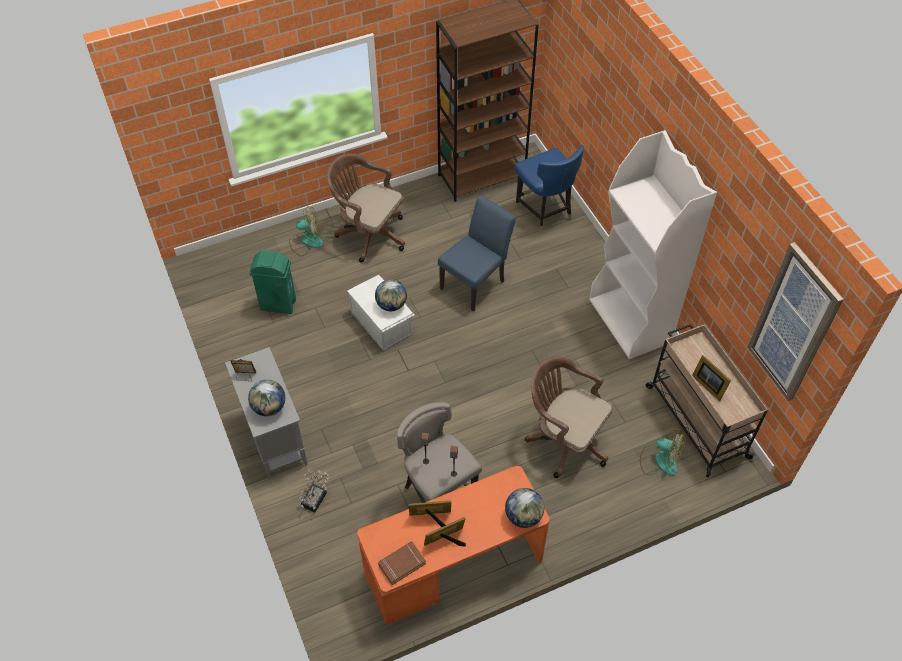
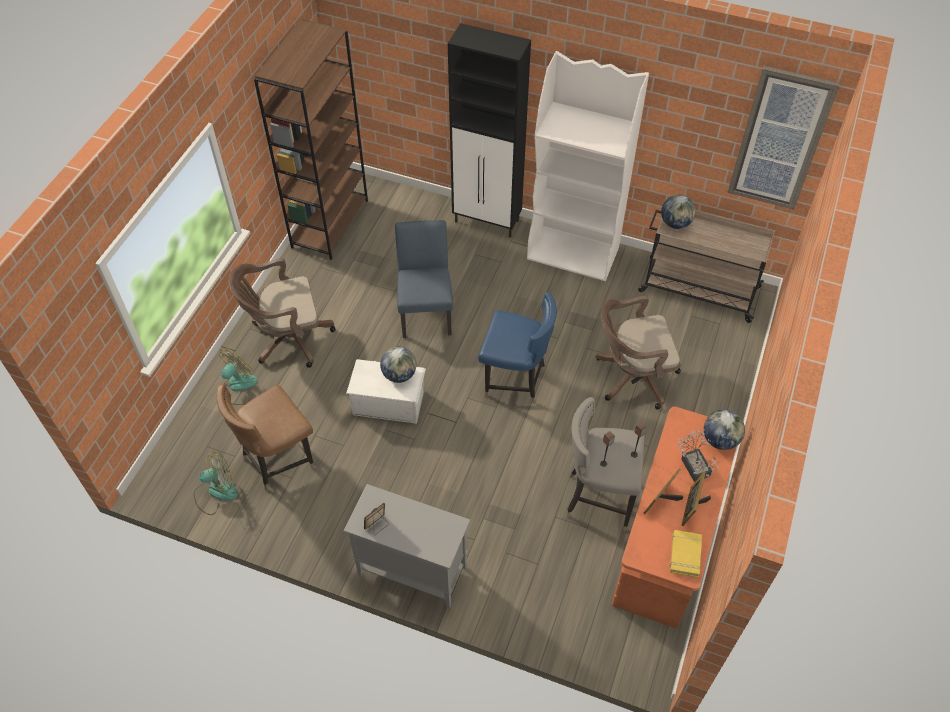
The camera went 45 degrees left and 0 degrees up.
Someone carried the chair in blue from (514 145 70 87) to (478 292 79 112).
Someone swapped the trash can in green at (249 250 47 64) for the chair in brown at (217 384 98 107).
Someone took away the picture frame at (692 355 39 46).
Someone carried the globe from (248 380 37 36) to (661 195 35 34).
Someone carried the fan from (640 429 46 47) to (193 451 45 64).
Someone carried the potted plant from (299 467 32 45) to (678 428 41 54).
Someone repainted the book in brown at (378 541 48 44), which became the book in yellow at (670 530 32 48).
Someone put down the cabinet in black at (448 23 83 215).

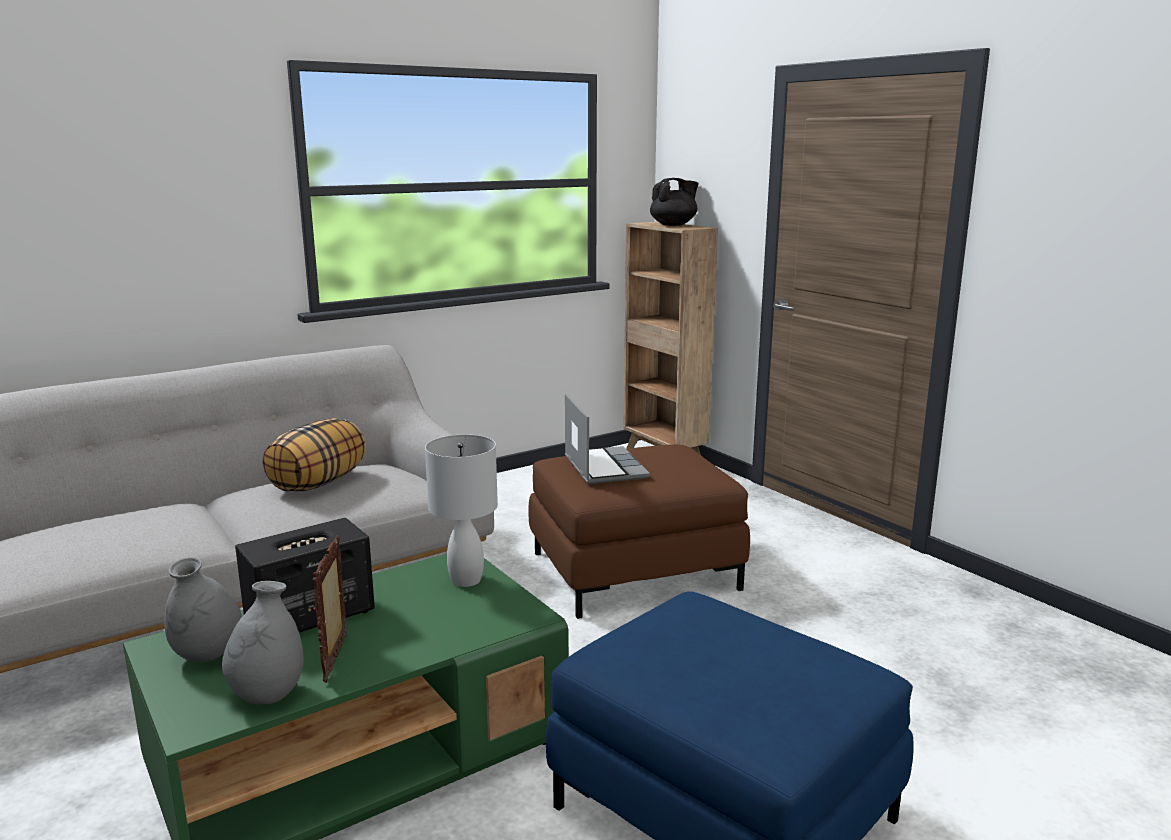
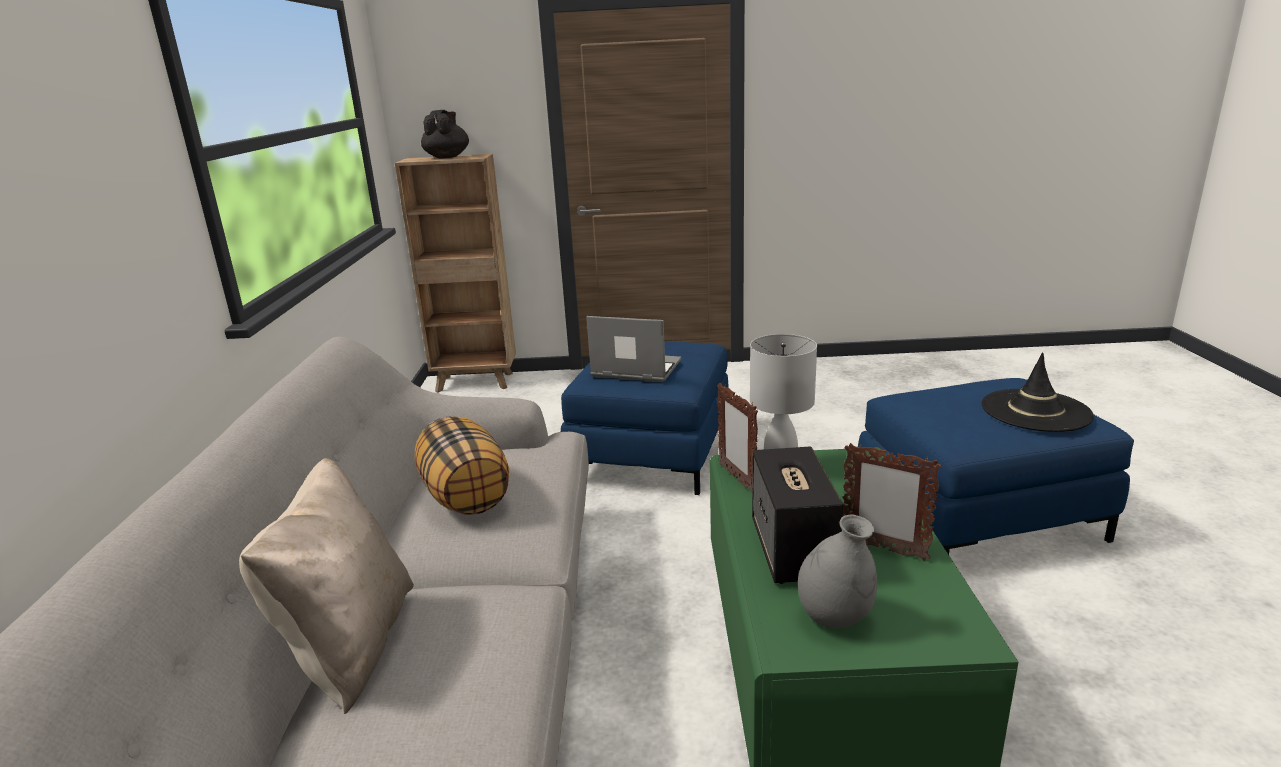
The camera went 55 degrees left and 5 degrees up.
Someone repainted the ottoman in brown at (528 444 222 175), which became the ottoman in blue at (561 341 168 154).
Someone took away the vase in grey at (222 581 82 124).
Someone put down the hat in black at (982 352 112 80).
Someone put down the picture frame at (717 382 41 110).
Someone put down the pillow in beige at (239 458 175 256).

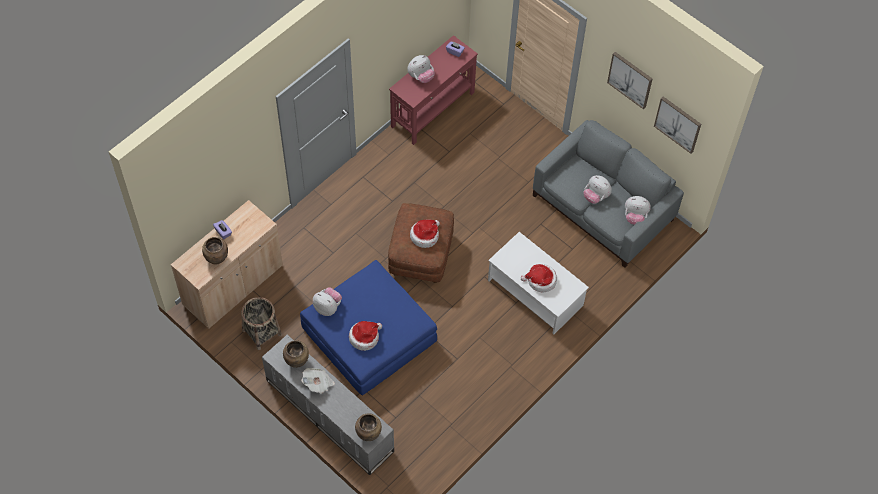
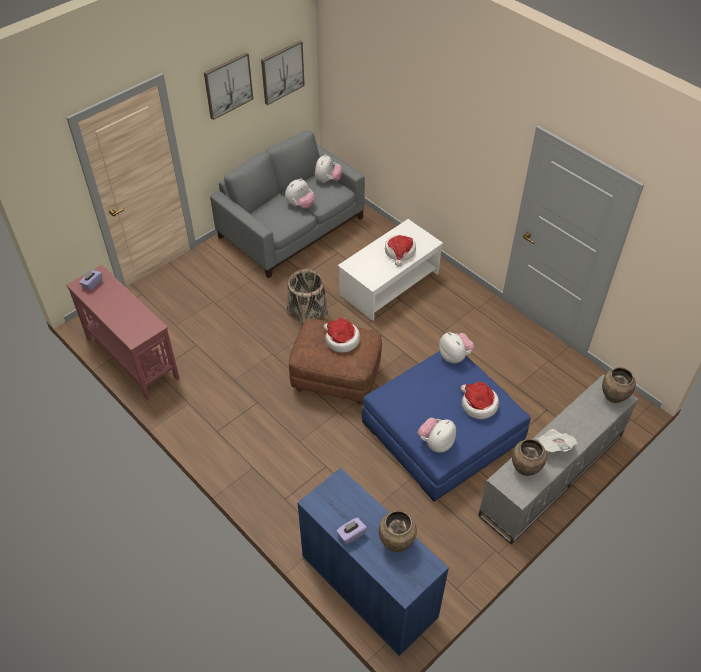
The camera went 85 degrees left and 10 degrees down.
Someone carried the plush toy from (408 55 27 28) to (439 332 36 31).
Someone repainted the cabinet in beige at (171 200 112 128), which became the cabinet in blue at (297 468 152 188).
Someone carried the basket from (241 297 41 53) to (287 269 42 58).

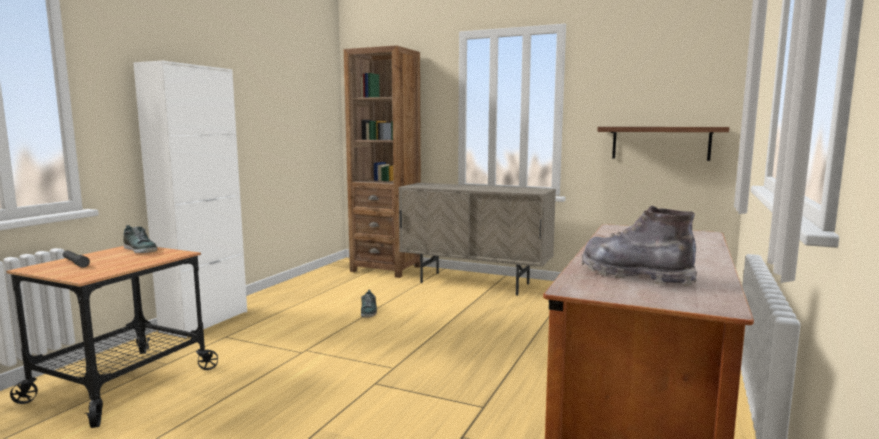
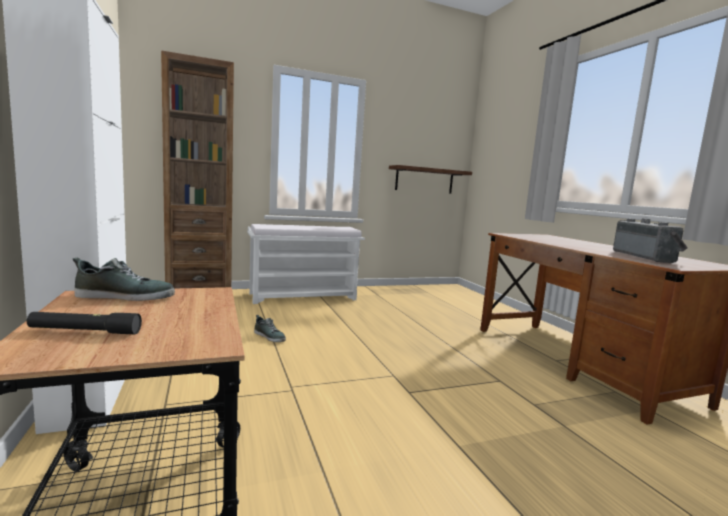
The camera went 45 degrees left and 0 degrees up.
Someone swapped the cabinet in beige at (398 183 158 113) for the bench in white at (247 224 118 80).
Someone swapped the boot in grey at (582 206 115 80) for the radio at (613 218 75 45).

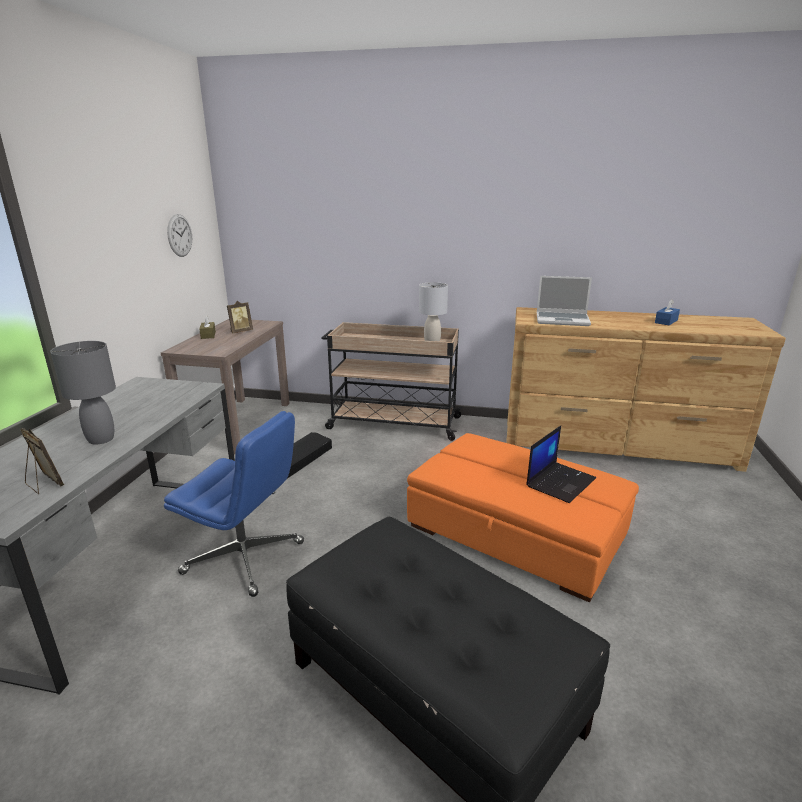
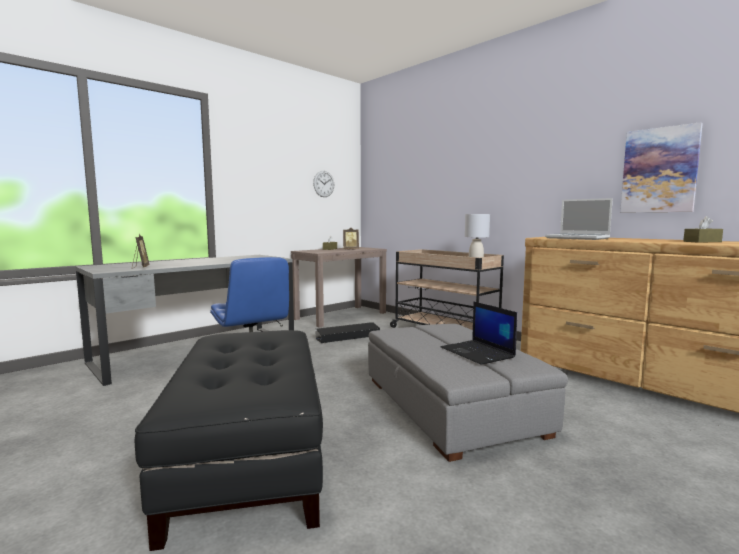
The camera went 35 degrees right and 15 degrees down.
Someone repainted the tissue box in blue at (655 300 25 25), which became the tissue box in brown at (683 216 40 27).
Someone took away the table lamp in grey at (50 341 66 104).
Someone rotated the laptop at (526 426 70 77) by 75 degrees clockwise.
Someone repainted the ottoman in orange at (407 433 232 169), which became the ottoman in grey at (368 324 200 138).
Someone put up the picture at (620 122 83 90).

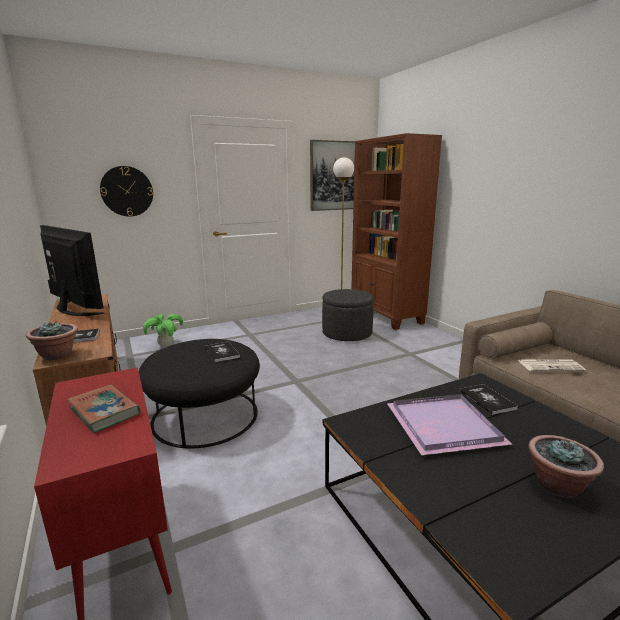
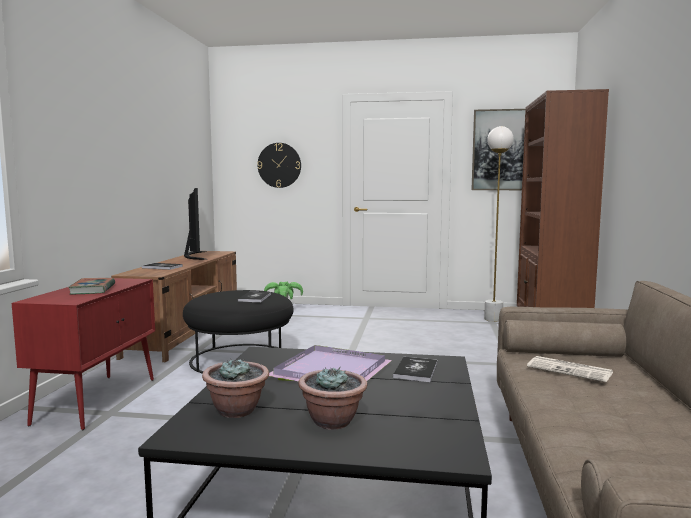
The camera went 35 degrees right and 10 degrees down.
Someone took away the ottoman in grey at (322 289 52 52).
Someone carried the potted plant from (26 321 52 40) to (202 358 67 60).

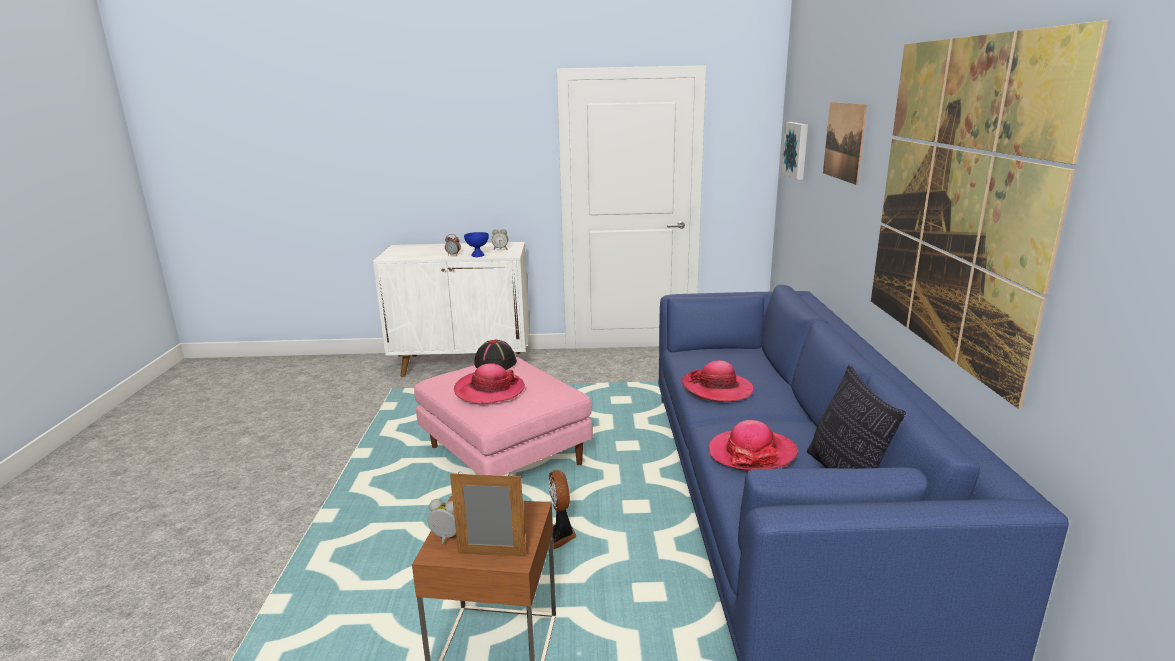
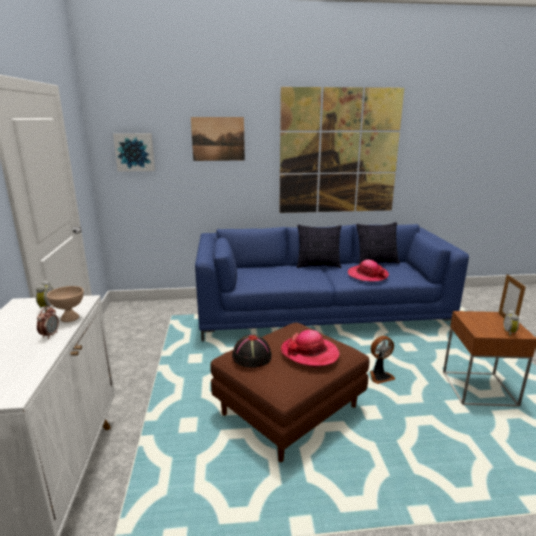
The camera went 95 degrees left and 0 degrees up.
Someone repainted the bowl in blue at (464 232 25 25), which became the bowl in beige at (47 286 37 36).
Someone repainted the ottoman in pink at (414 357 179 119), which became the ottoman in brown at (210 323 159 139).
Someone took away the hat at (682 360 72 42).
Someone put down the pillow at (297 224 44 44).

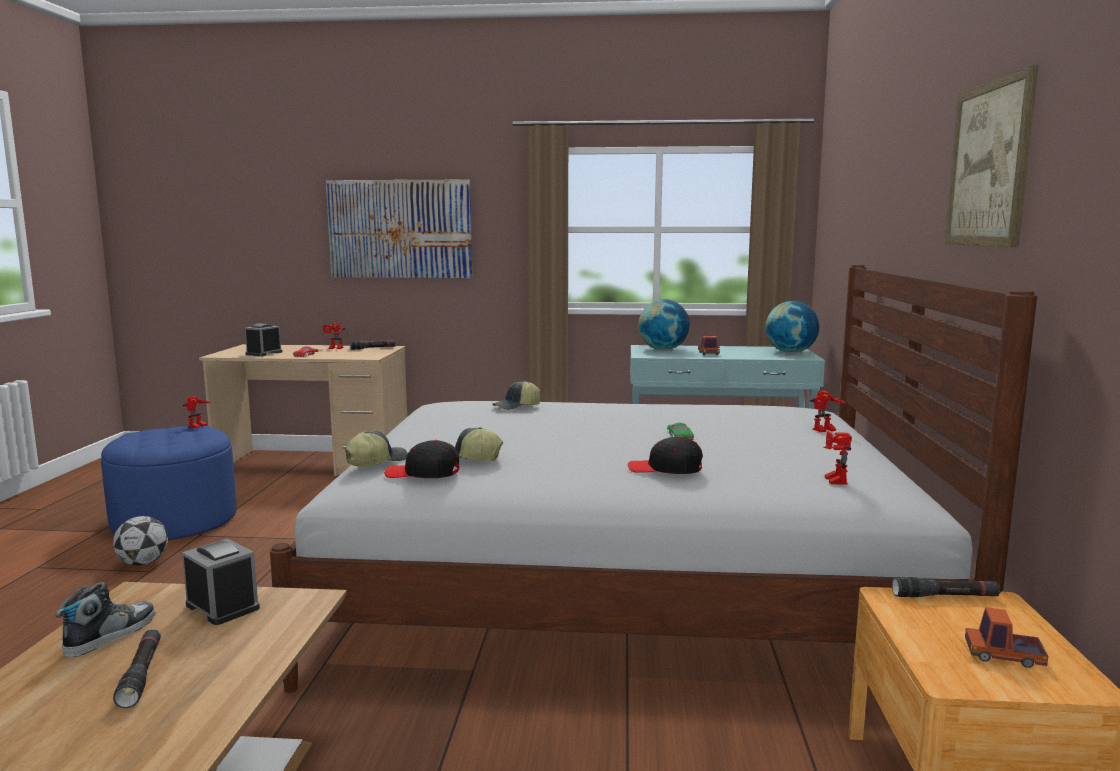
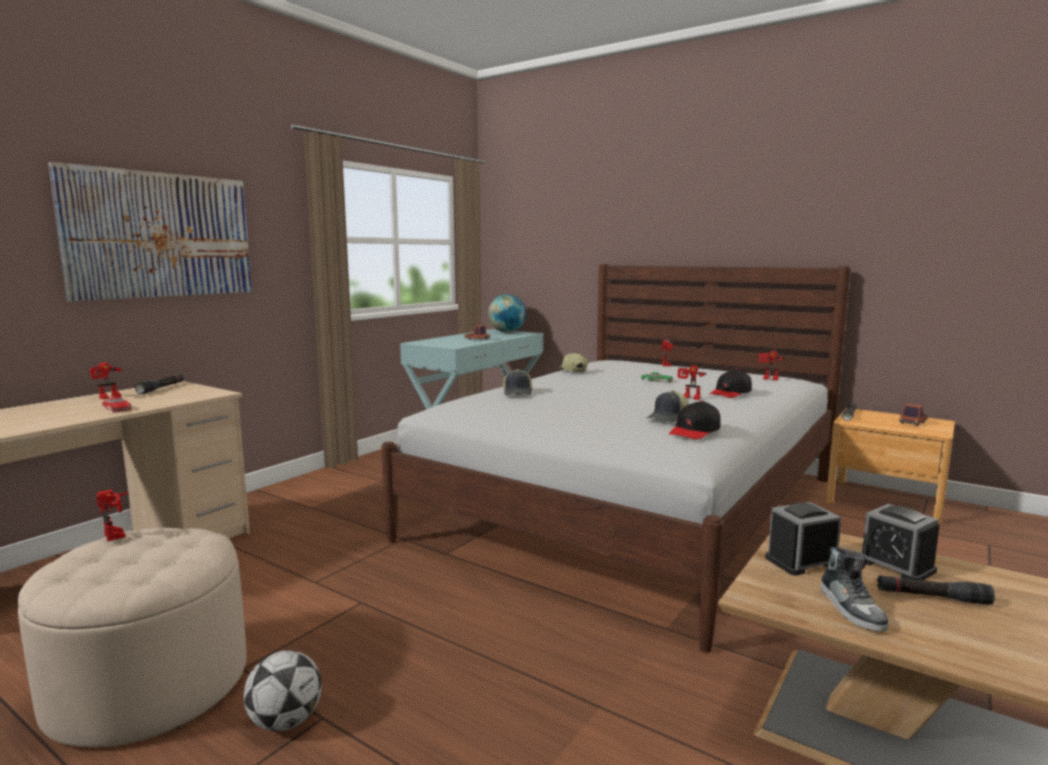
The camera went 60 degrees left and 0 degrees up.
Someone took away the picture at (944 64 95 184).
Someone took away the globe at (638 299 52 51).
Someone carried the alarm clock from (245 323 38 33) to (862 504 78 76).
Someone repainted the ottoman in blue at (101 426 136 114), which became the ottoman in beige at (18 528 229 220).
Someone carried the cap from (345 430 63 37) to (558 353 30 19).
Someone rotated the shoe at (55 582 101 75) by 150 degrees counterclockwise.
Someone put down the toy robot at (678 366 28 34).

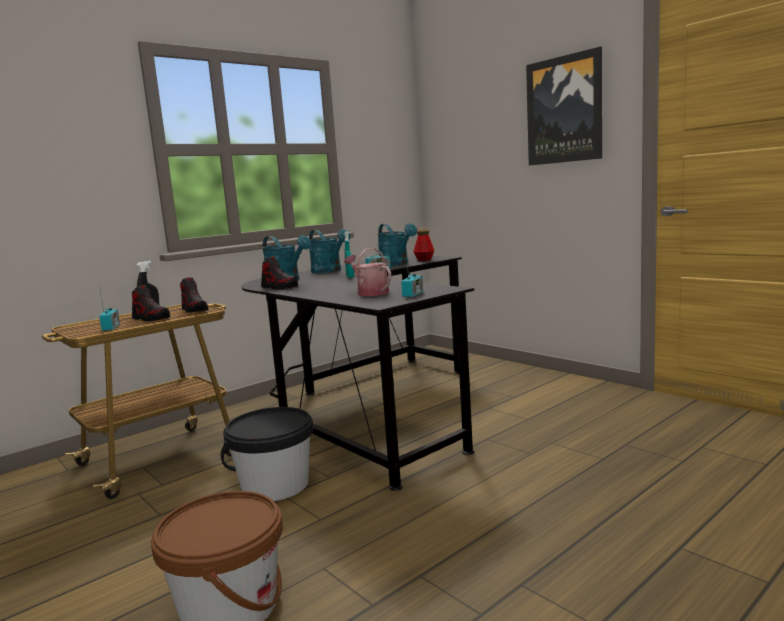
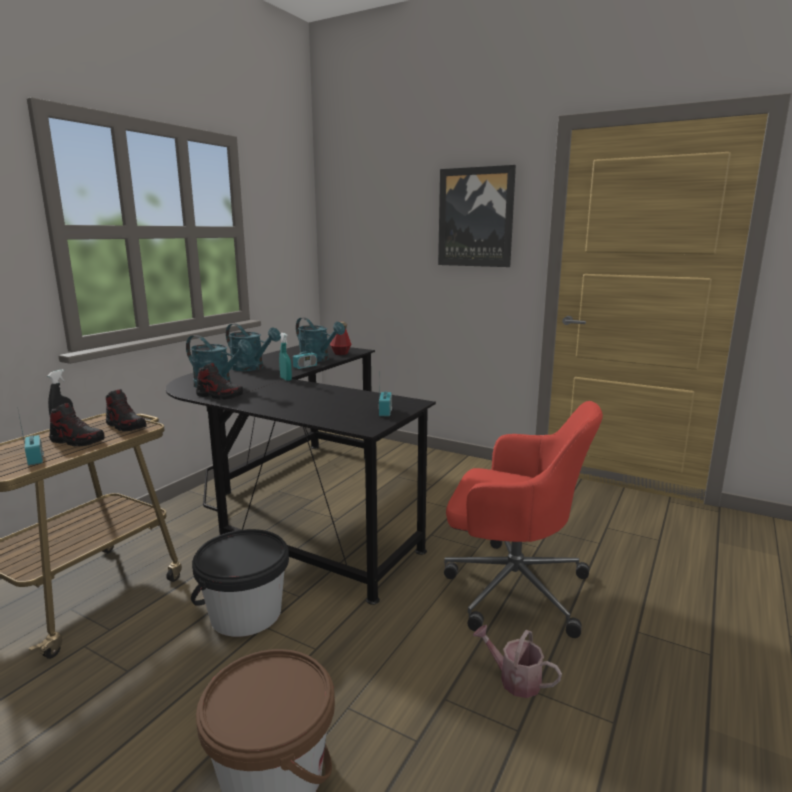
The camera went 20 degrees left and 5 degrees up.
Someone carried the watering can from (344 247 47 49) to (473 625 89 73).
Someone put down the office chair in red at (444 401 159 237).

